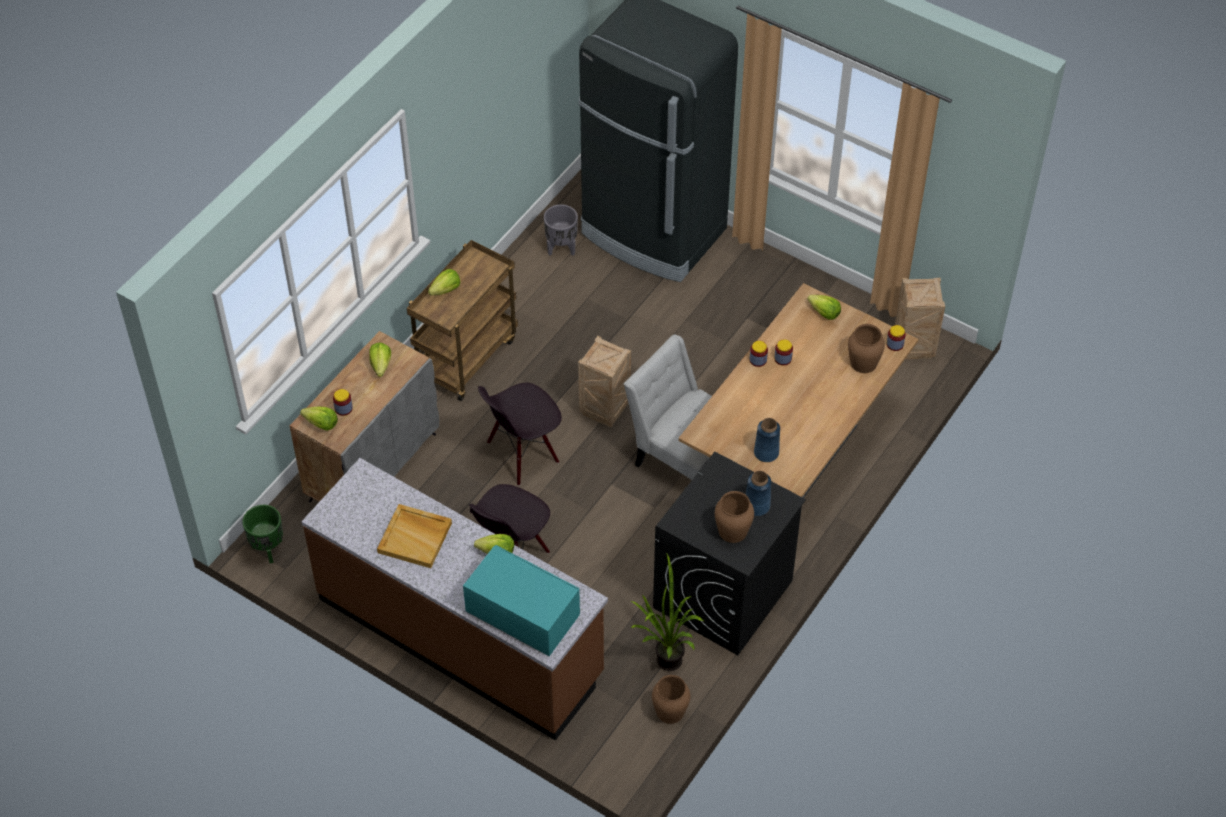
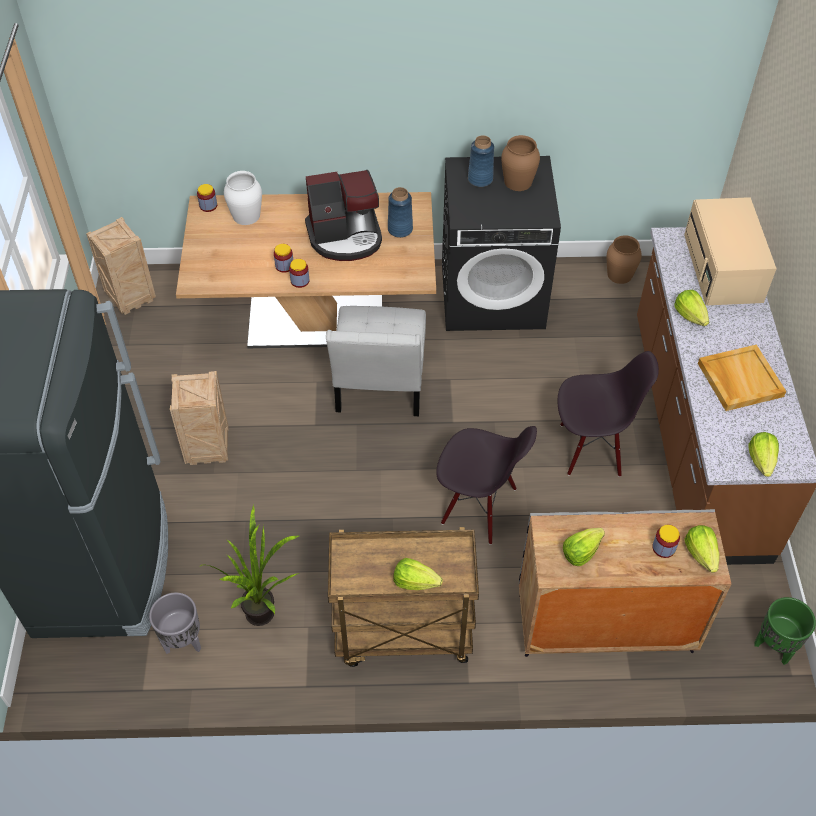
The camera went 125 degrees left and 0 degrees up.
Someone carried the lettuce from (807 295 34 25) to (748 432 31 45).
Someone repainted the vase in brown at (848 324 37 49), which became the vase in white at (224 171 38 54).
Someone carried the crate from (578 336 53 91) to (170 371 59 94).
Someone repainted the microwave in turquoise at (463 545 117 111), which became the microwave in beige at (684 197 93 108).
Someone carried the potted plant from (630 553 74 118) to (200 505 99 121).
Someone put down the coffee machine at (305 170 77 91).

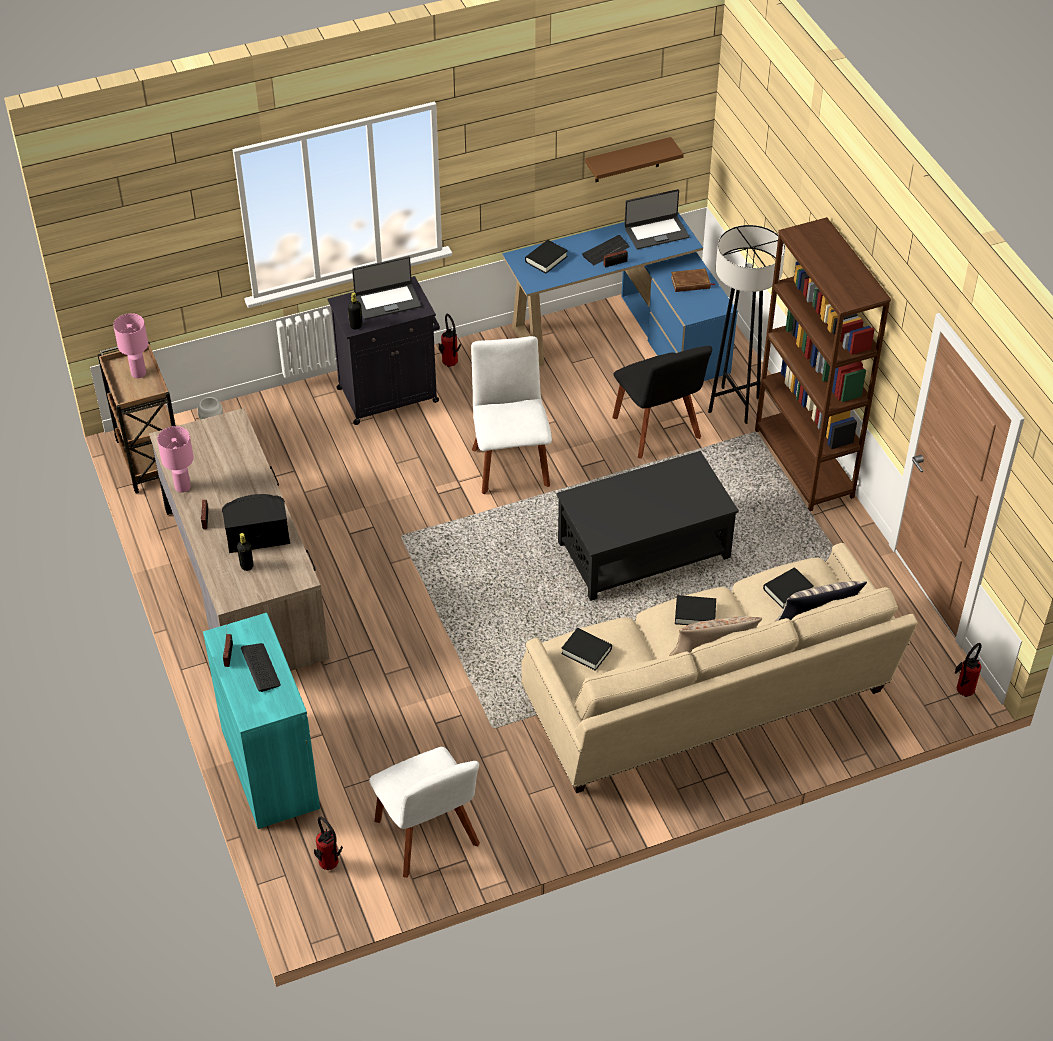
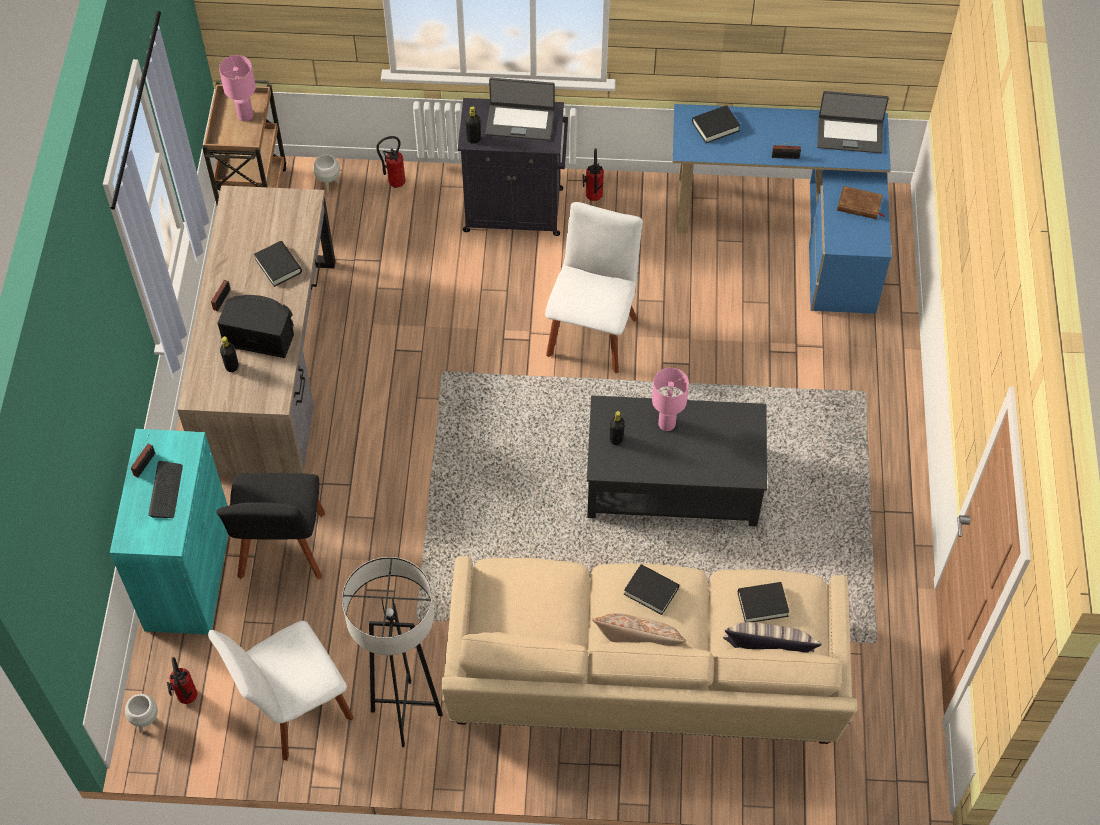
The camera went 25 degrees right and 10 degrees up.
Someone took away the shelf in brown at (585 137 99 45).
Someone took away the bookcase in brown at (755 217 136 294).
Someone carried the floor lamp in black from (708 225 77 199) to (342 557 101 190).
Someone took away the keyboard at (582 235 48 30).
Someone carried the chair in black from (612 346 100 113) to (216 473 109 106).
Someone carried the table lamp in pink from (157 426 37 67) to (652 368 37 63).
Someone carried the book in black from (561 628 51 43) to (254 241 48 46).
Someone carried the fire extinguisher from (955 643 27 54) to (376 136 29 52).
Someone rotated the chair in white at (369 747 111 131) by 60 degrees clockwise.
Someone put down the bottle in black at (610 411 15 34).
Someone put down the planter in white at (125 694 35 39).

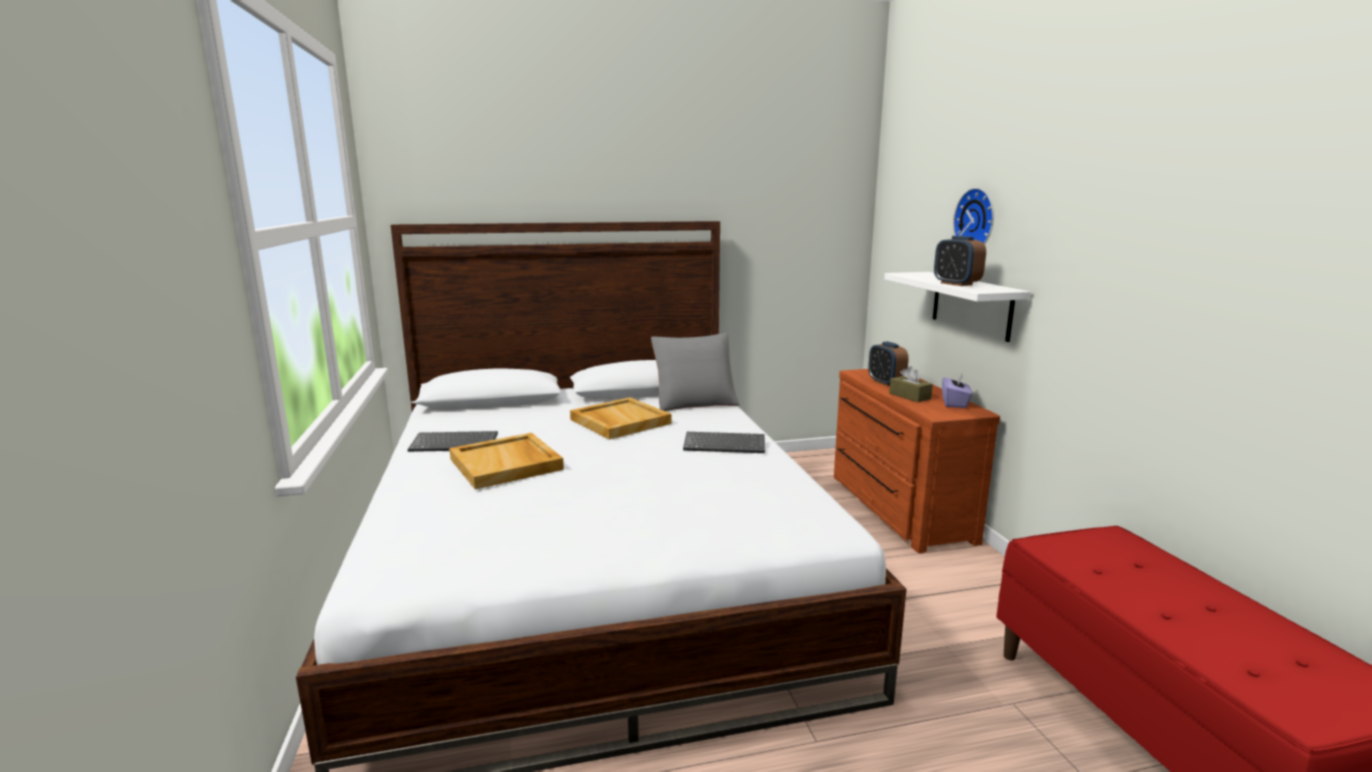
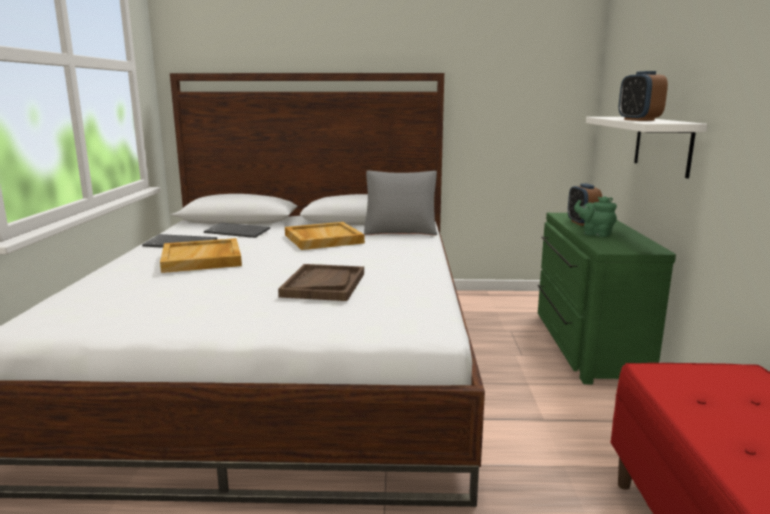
The camera went 15 degrees right and 0 degrees up.
Someone took away the wall clock at (953 188 41 56).
Someone swapped the tissue box in brown at (889 366 44 36) for the teapot in green at (574 196 43 41).
Someone repainted the dresser in brown at (834 369 166 184), which became the dresser in green at (538 213 138 171).
Someone took away the tissue box in purple at (942 374 30 34).
Someone carried the keyboard from (683 432 82 21) to (204 223 66 15).
Someone put down the tray in brown at (278 264 86 37).

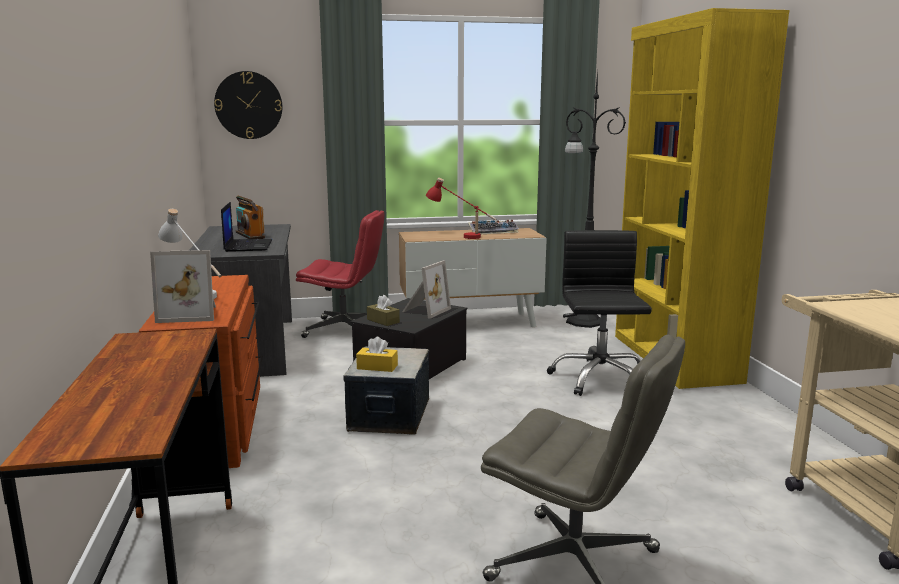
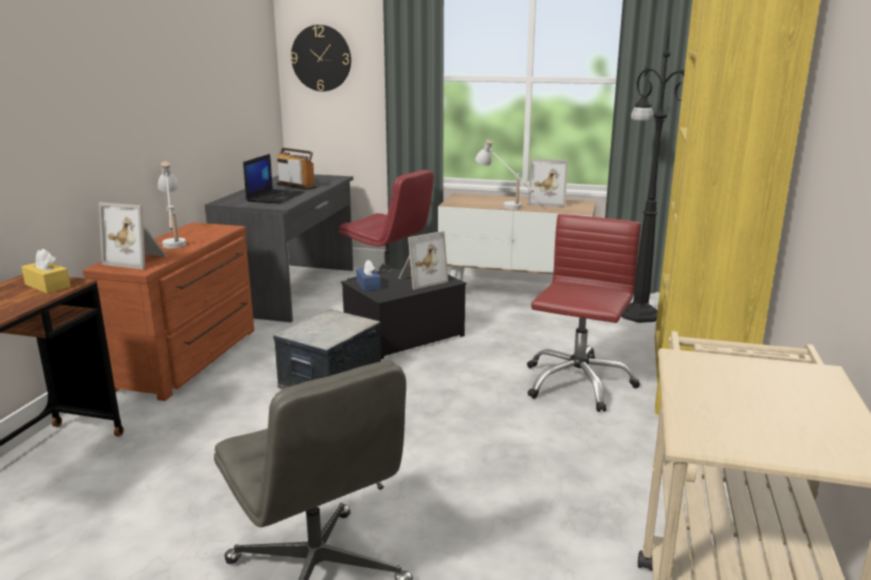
The camera went 25 degrees right and 5 degrees up.
Someone repainted the table lamp in red at (426 178 71 61), which became the table lamp in white at (475 140 59 69).
Someone rotated the radio at (236 196 29 43) by 135 degrees clockwise.
Someone swapped the keyboard at (468 220 51 14) for the picture frame at (528 159 40 48).
Someone repainted the office chair in black at (547 230 105 166), which became the office chair in red at (527 214 114 198).
Someone repainted the tissue box in brown at (367 295 33 31), which became the tissue box in blue at (356 260 25 32).
Someone carried the tissue box in yellow from (356 337 42 35) to (22 249 49 45).

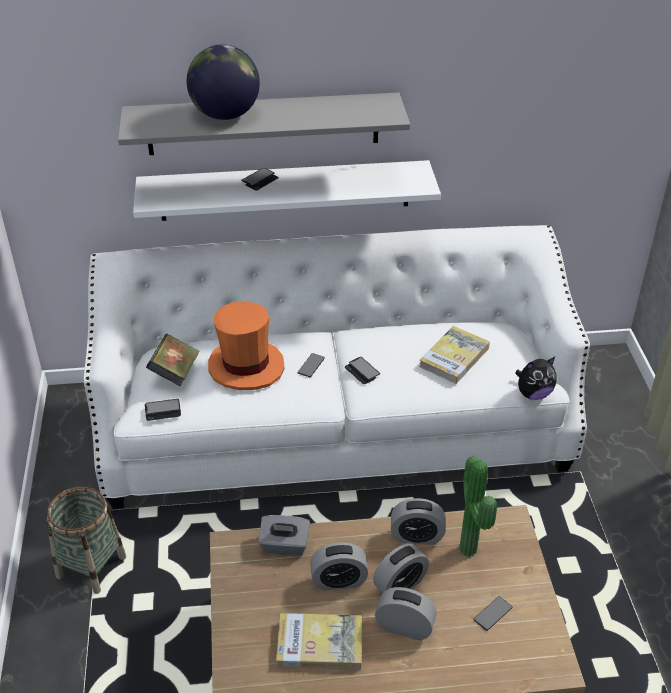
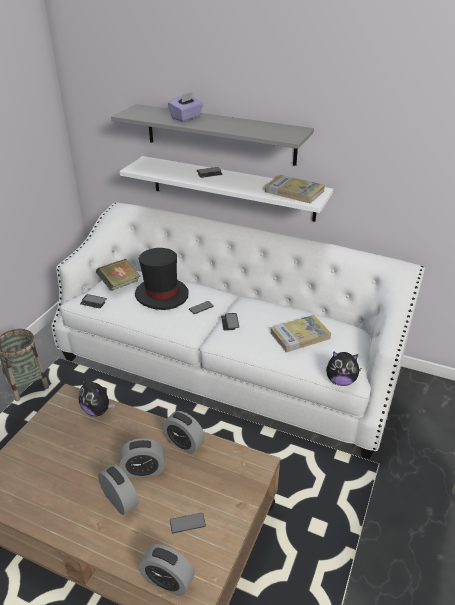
The camera went 30 degrees right and 5 degrees down.
Someone swapped the globe at (187 44 73 76) for the tissue box in purple at (168 92 35 30).
Someone repainted the hat in orange at (208 301 77 89), which became the hat in black at (135 248 54 62).
Someone took away the potted plant at (459 456 38 101).
Someone swapped the tissue box in grey at (258 515 52 40) for the plush toy at (79 378 36 38).
Someone carried the alarm clock from (310 542 58 49) to (138 544 57 52).
Someone carried the book from (276 613 86 57) to (265 175 60 28).

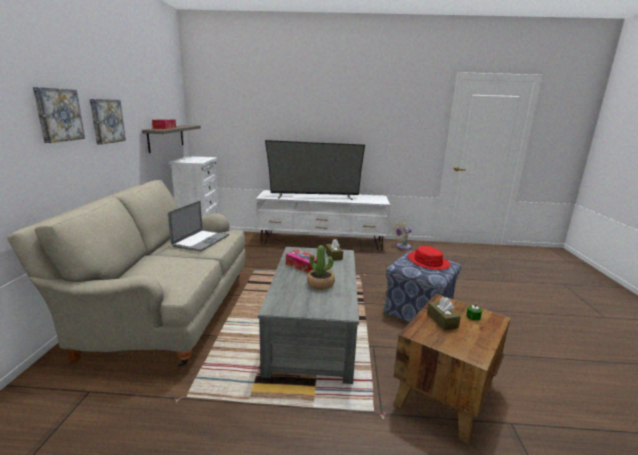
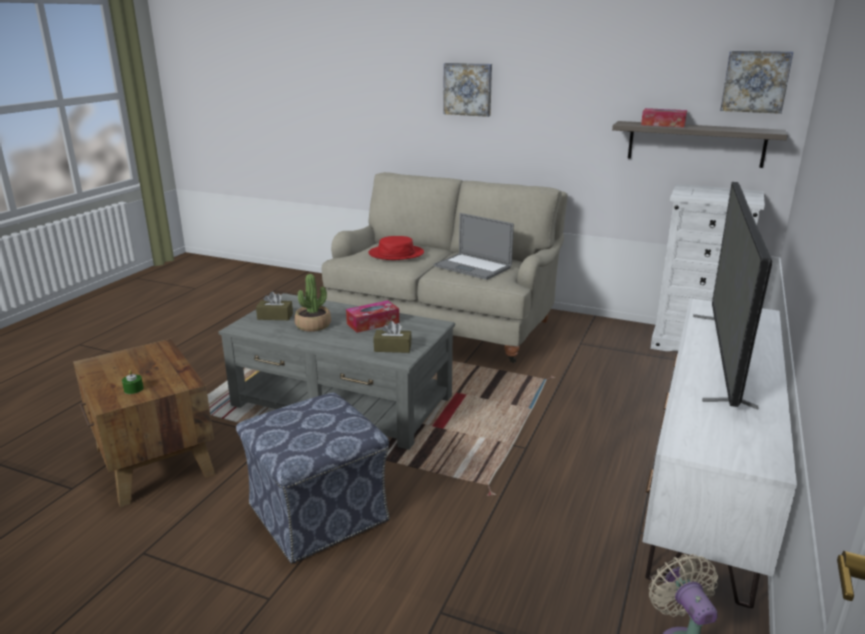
The camera went 110 degrees right and 5 degrees up.
Someone carried the picture from (90 99 36 46) to (720 51 73 63).
Someone carried the hat in red from (408 246 42 24) to (368 236 56 24).
Someone carried the tissue box in brown from (427 297 34 34) to (256 291 37 29).

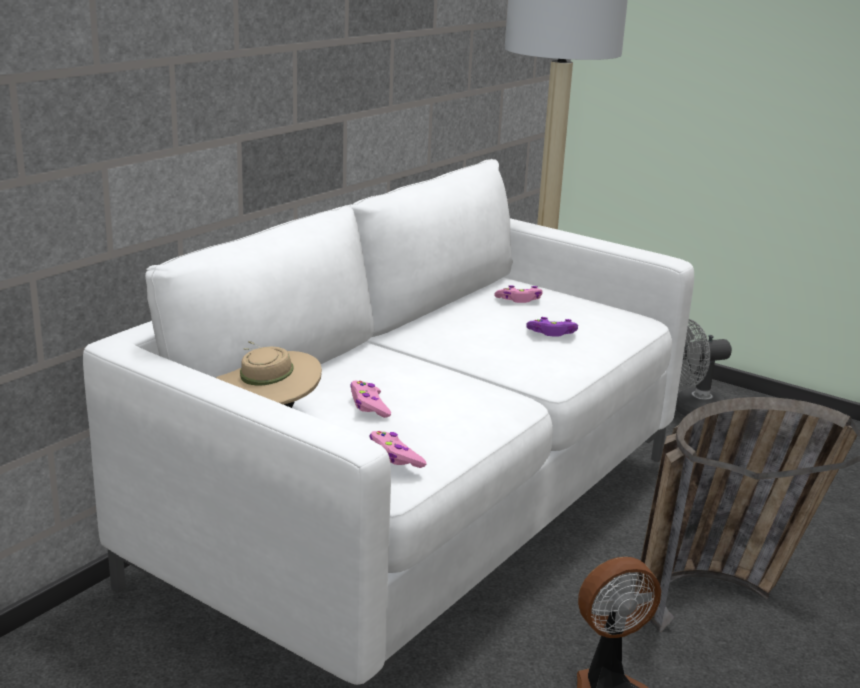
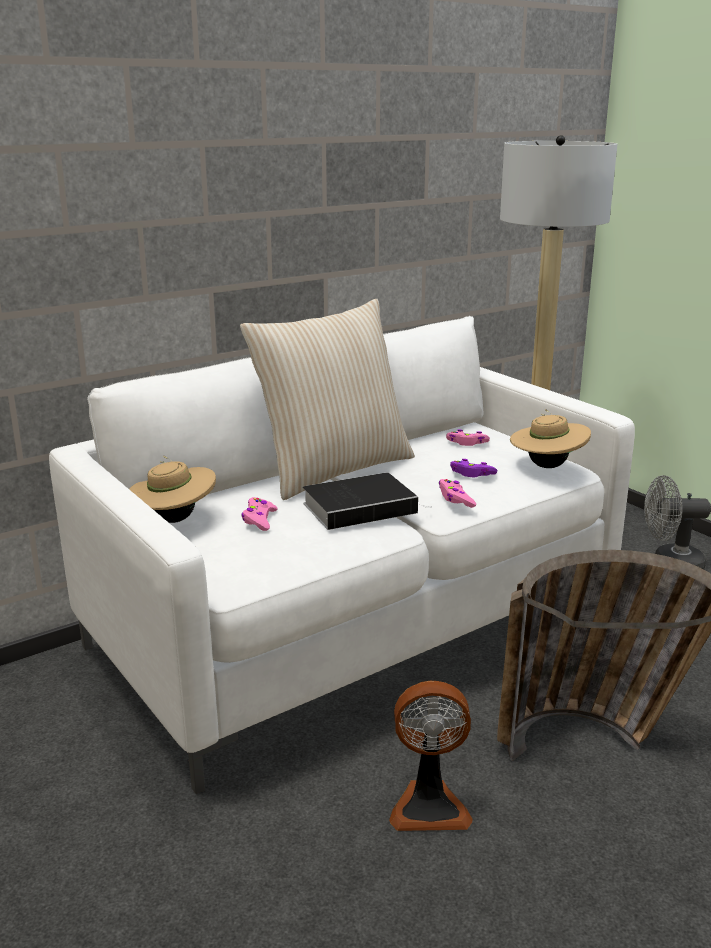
The camera went 20 degrees right and 0 degrees up.
Someone carried the game controller in pink from (369 431 58 37) to (439 479 37 29).
Someone put down the pillow in beige at (240 299 175 201).
Someone put down the hat in beige at (510 409 81 59).
Someone put down the book at (303 473 128 57).

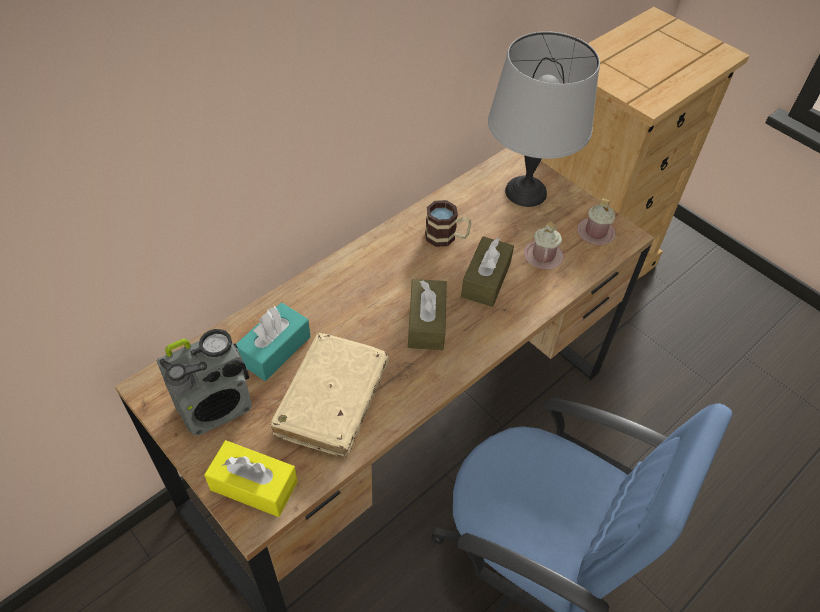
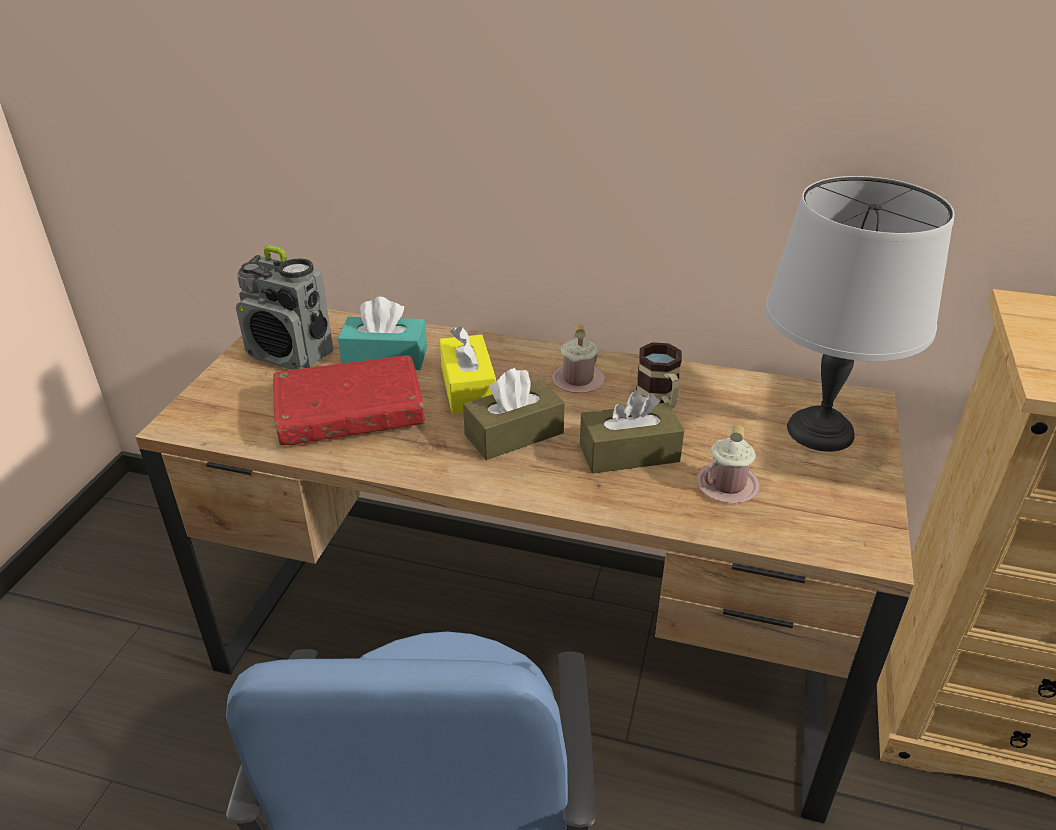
The camera went 60 degrees right and 15 degrees down.
Someone carried the mug in pink from (577 199 39 46) to (551 325 54 68).
Someone repainted the book in beige at (270 333 119 124), which became the book in red at (273 355 152 90).
Someone carried the tissue box in yellow from (204 440 94 77) to (440 326 56 88).

